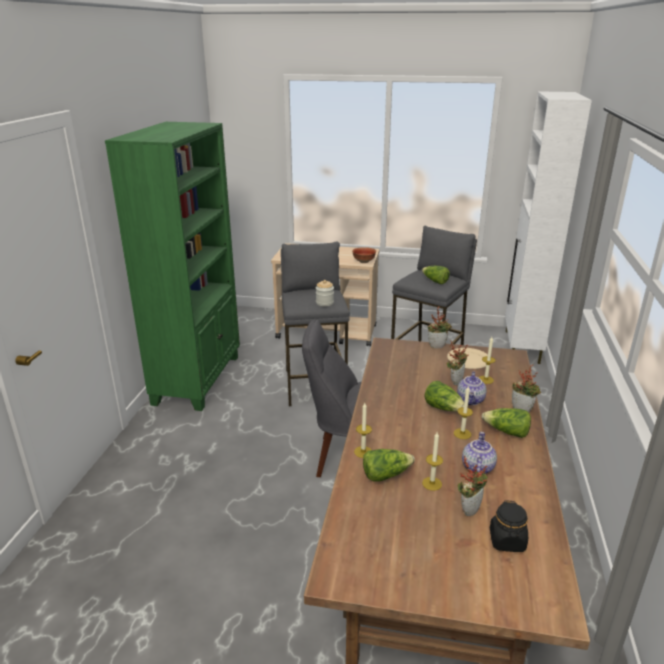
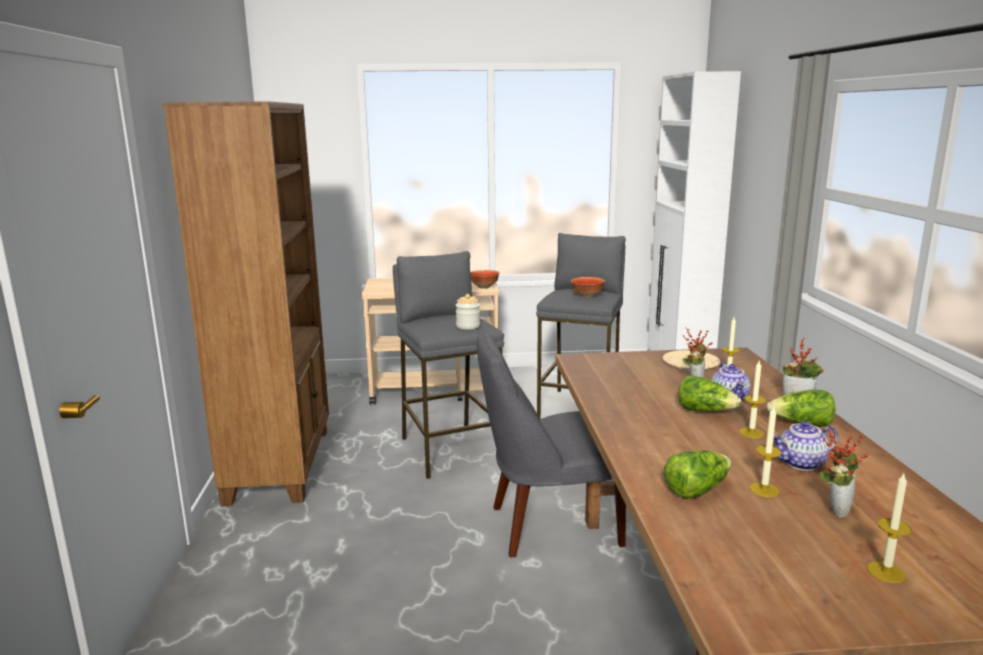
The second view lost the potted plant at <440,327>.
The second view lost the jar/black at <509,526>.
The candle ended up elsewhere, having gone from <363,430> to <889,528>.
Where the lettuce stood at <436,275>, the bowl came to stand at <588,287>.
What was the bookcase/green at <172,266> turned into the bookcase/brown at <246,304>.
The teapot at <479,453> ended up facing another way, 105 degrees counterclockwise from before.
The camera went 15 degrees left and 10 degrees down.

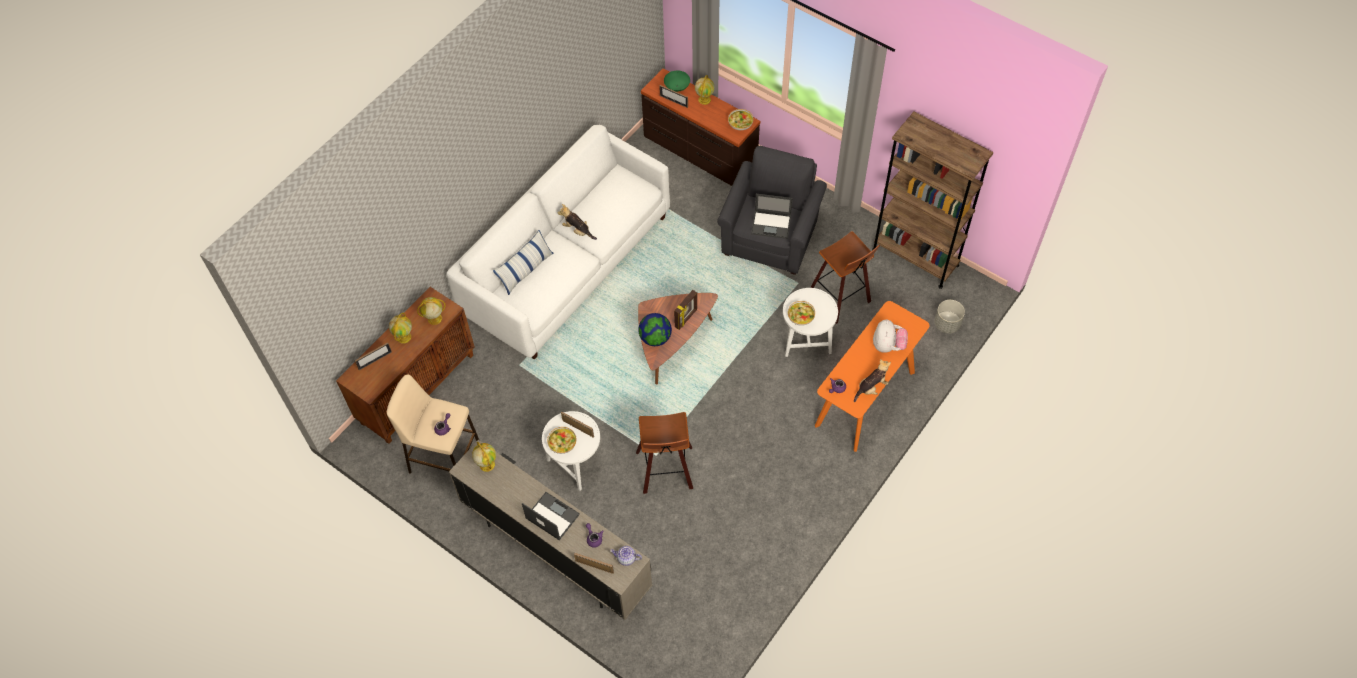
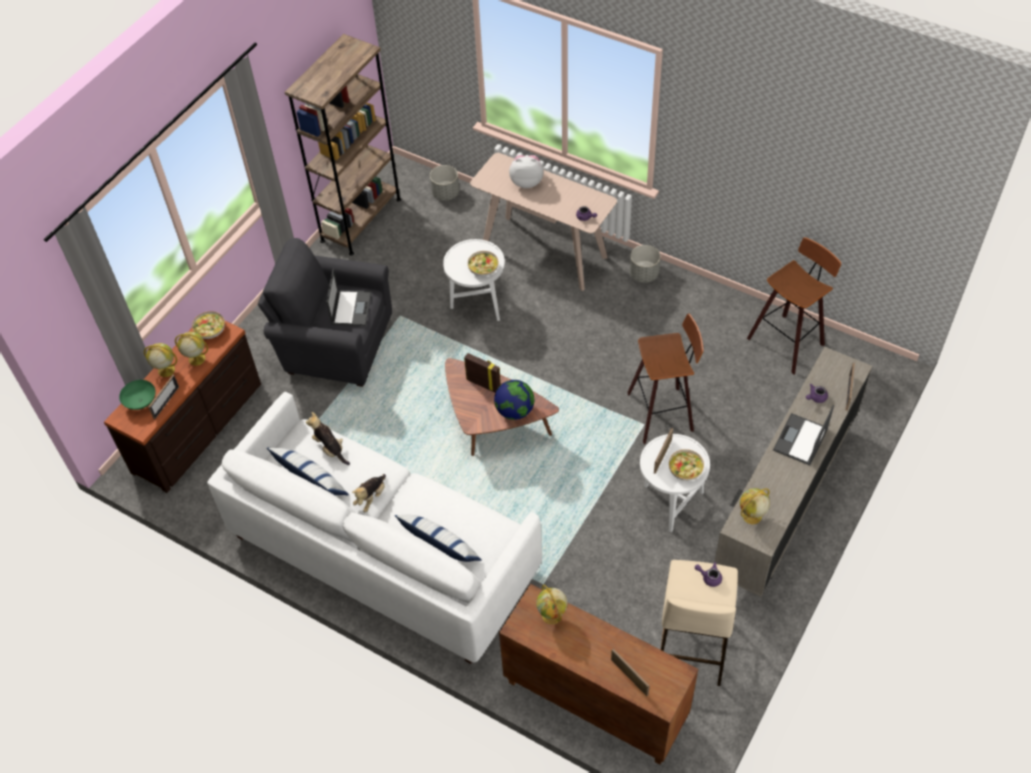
The second view lost the teapot at <626,556>.
The second view gained the pillow at <308,471>.
The second view gained the planter/grey at <645,264>.
The globe ended up elsewhere, having gone from <400,328> to <191,349>.
The stool ended up elsewhere, having gone from <845,277> to <794,305>.
The plush toy ended up elsewhere, having gone from <872,380> to <328,438>.
What was the console table/orange at <872,376> turned into the console table/beige at <543,222>.
The camera went 95 degrees left and 5 degrees down.

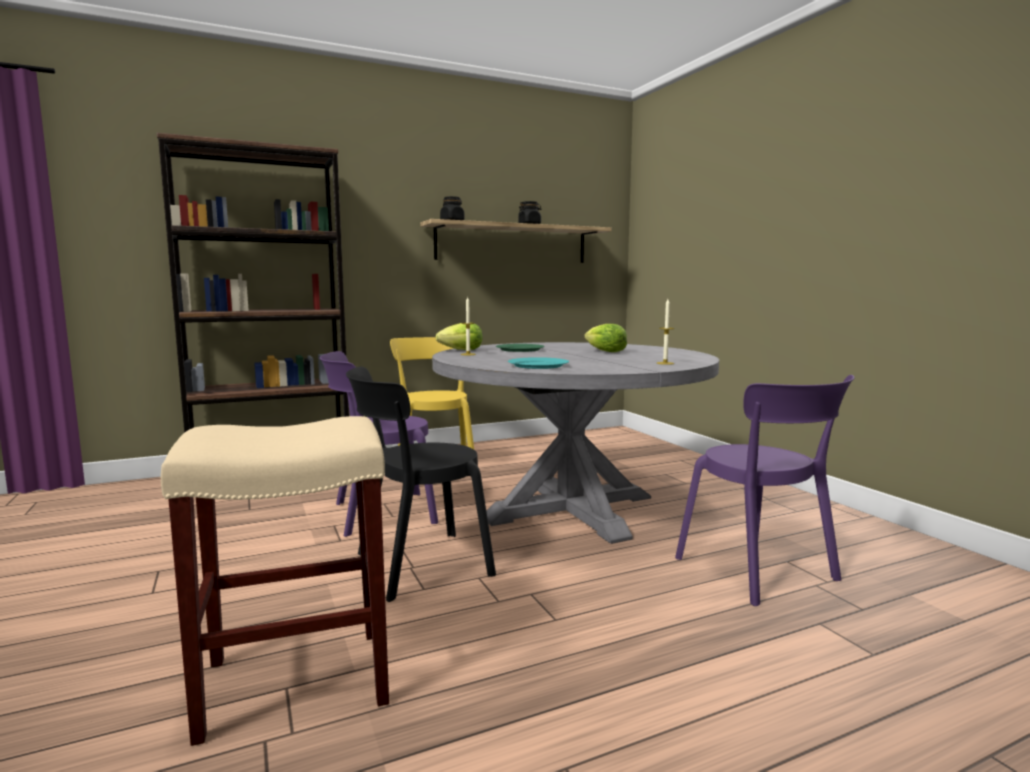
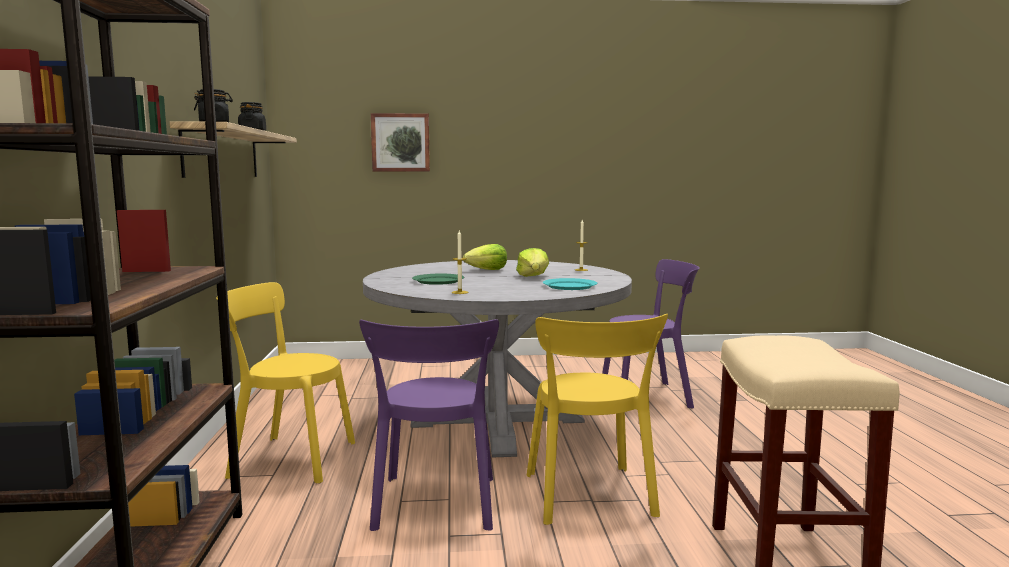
The second view gained the picture at <400,142>.
The lettuce ended up elsewhere, having gone from <459,336> to <532,262>.
What was the chair/black at <421,484> turned into the chair/yellow at <597,419>.
The camera went 70 degrees left and 0 degrees up.

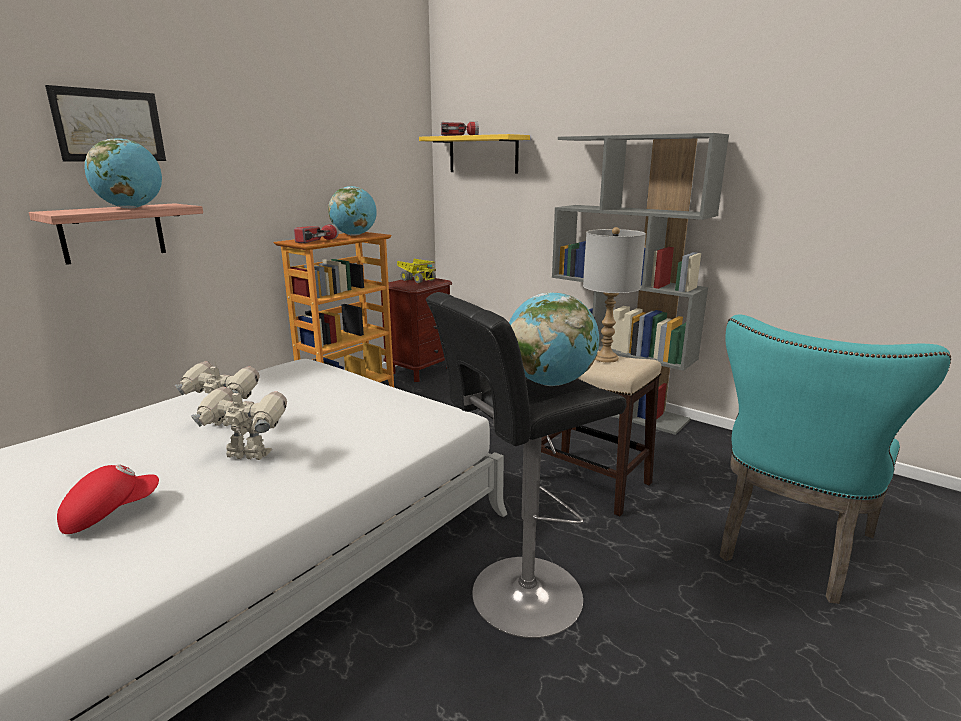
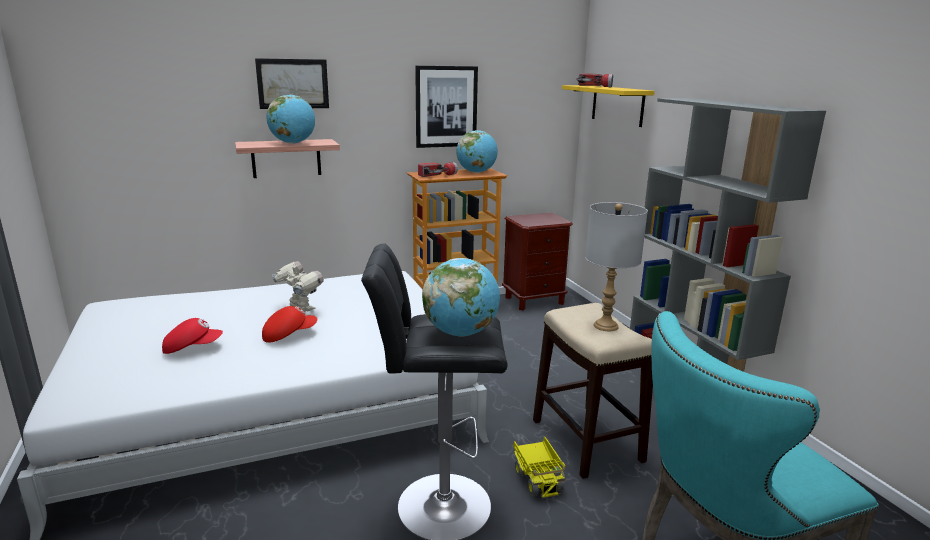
The second view gained the picture at <446,107>.
The toy truck ended up elsewhere, having gone from <416,271> to <539,467>.
Where the toy robot stood at <239,423>, the cap/red came to stand at <289,324>.
The camera went 30 degrees right and 0 degrees up.

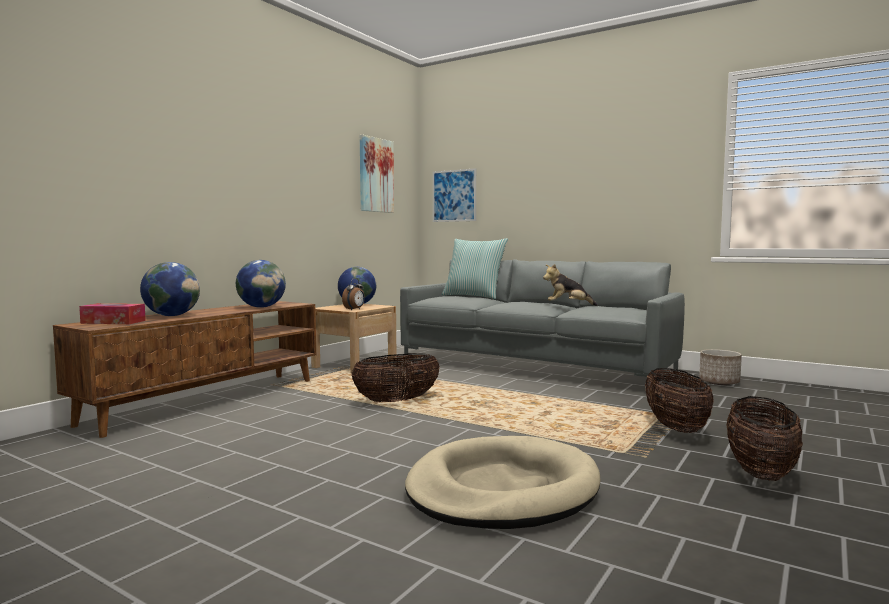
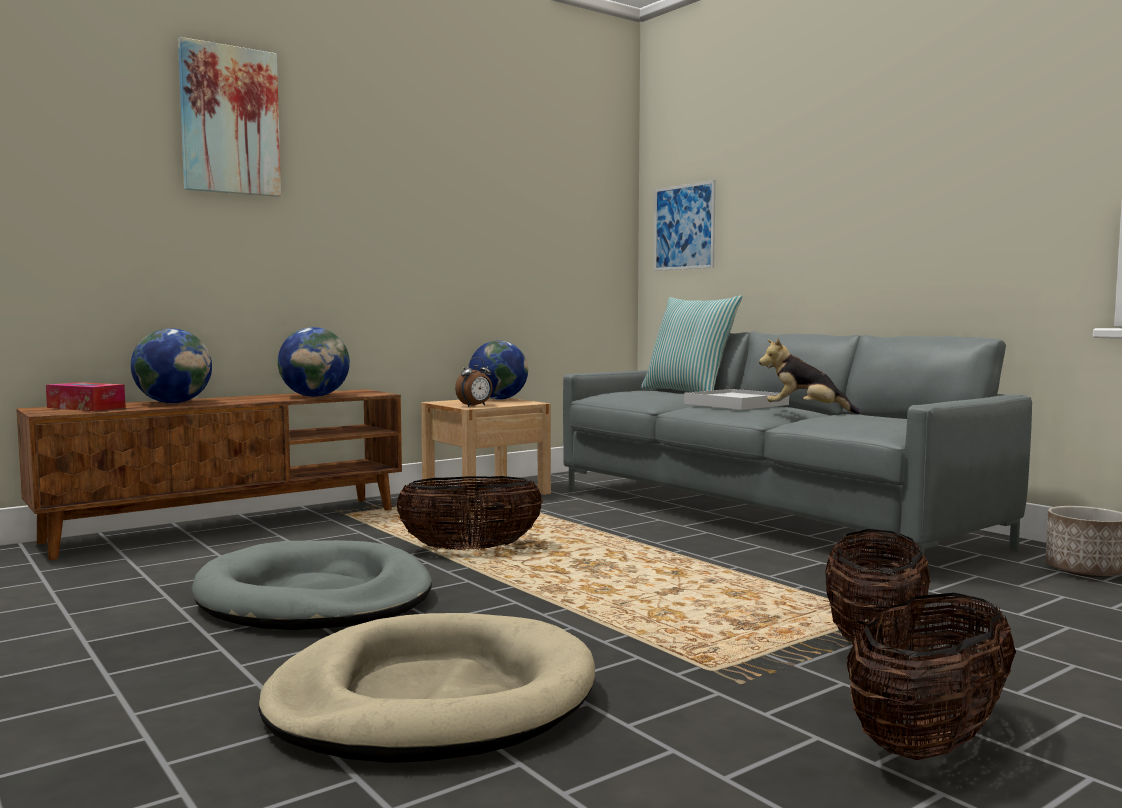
The second view gained the dog bed/grey at <312,585>.
The second view gained the tray/white at <736,399>.
The picture ended up elsewhere, having gone from <377,174> to <229,117>.
The camera went 20 degrees right and 0 degrees up.

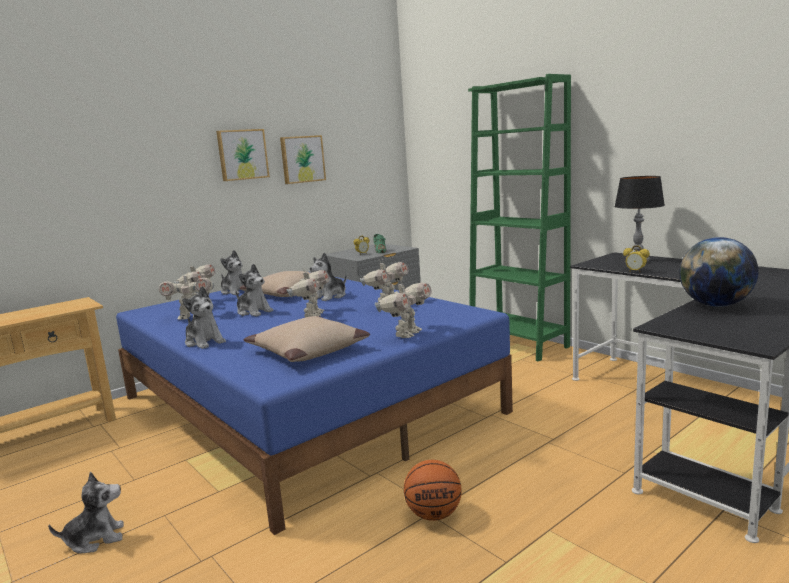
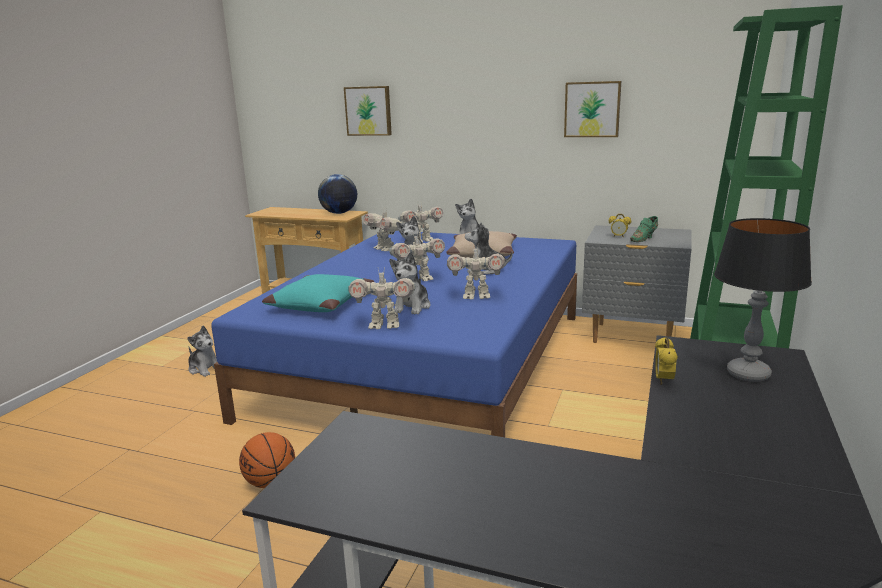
The plush toy ended up elsewhere, having gone from <204,318> to <410,283>.
The picture ended up elsewhere, having gone from <243,155> to <368,111>.
The globe ended up elsewhere, having gone from <719,272> to <337,194>.
What was the pillow/beige at <307,339> turned into the pillow/turquoise at <318,293>.
The camera went 60 degrees right and 5 degrees up.

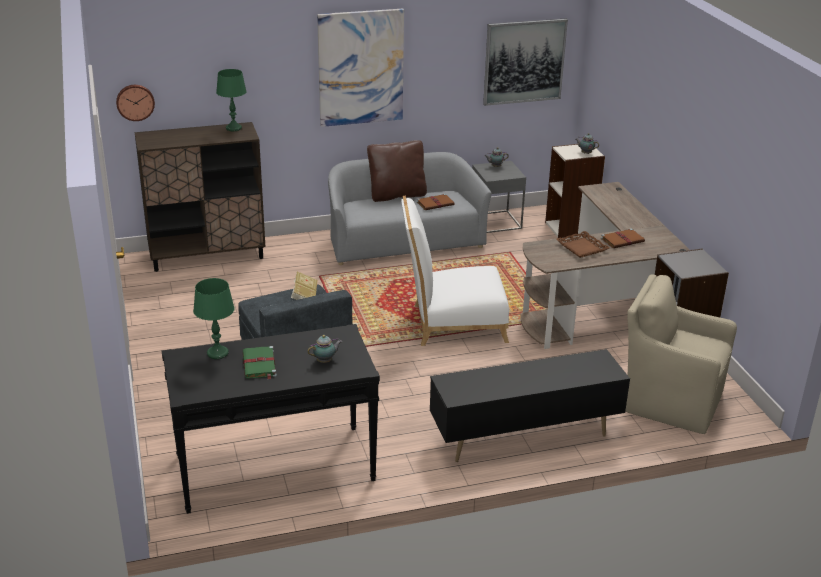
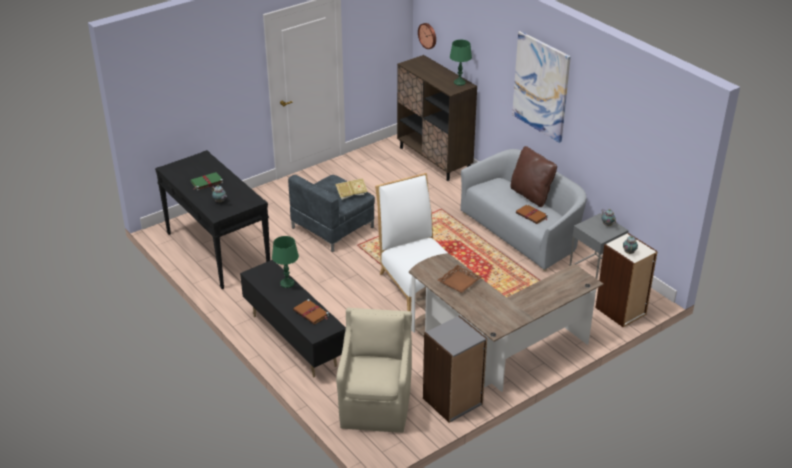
The second view lost the picture at <525,62>.
The table lamp/green ended up elsewhere, having gone from <214,318> to <285,262>.
The book/brown ended up elsewhere, having gone from <623,238> to <311,311>.
The camera went 70 degrees right and 5 degrees up.

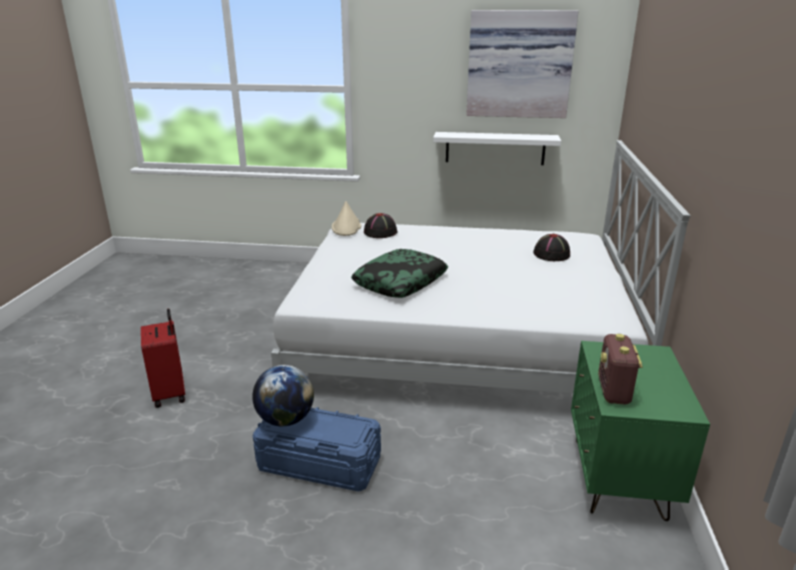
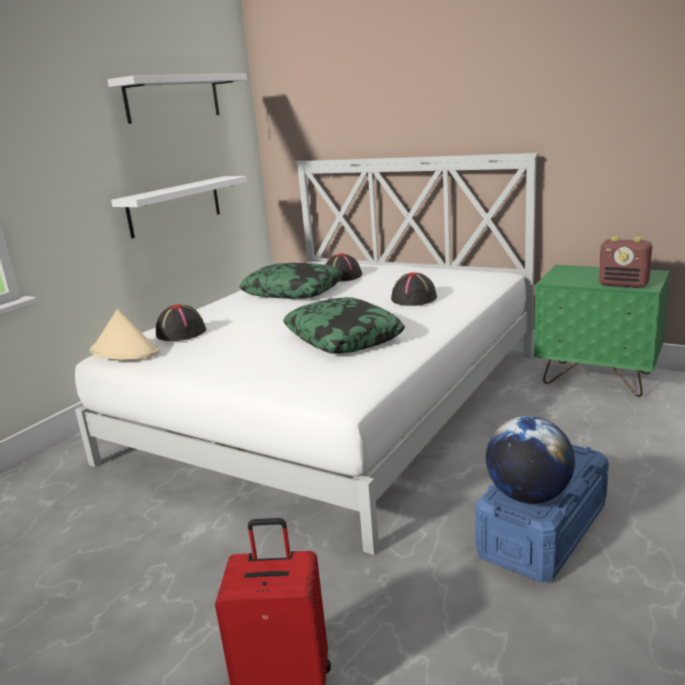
The second view gained the pillow at <291,281>.
The second view gained the hat/black at <414,289>.
Where the picture hung at <522,64>, the shelf/white came to hang at <177,98>.
The camera went 65 degrees left and 5 degrees down.

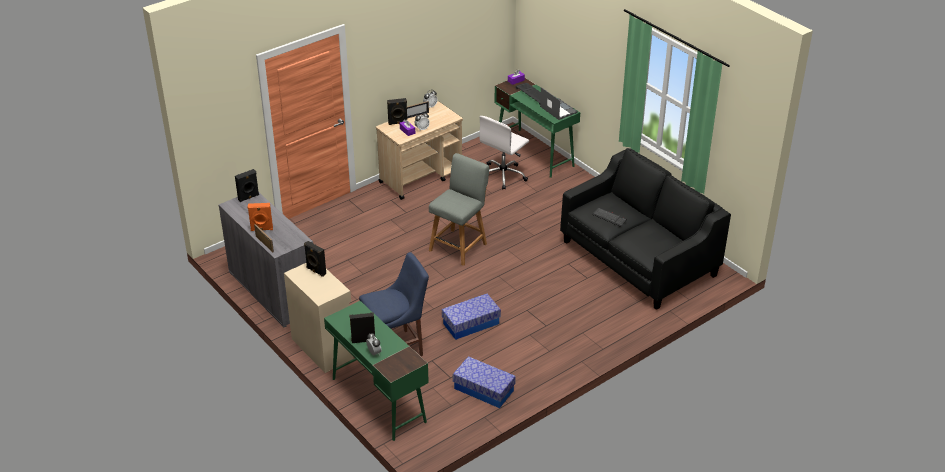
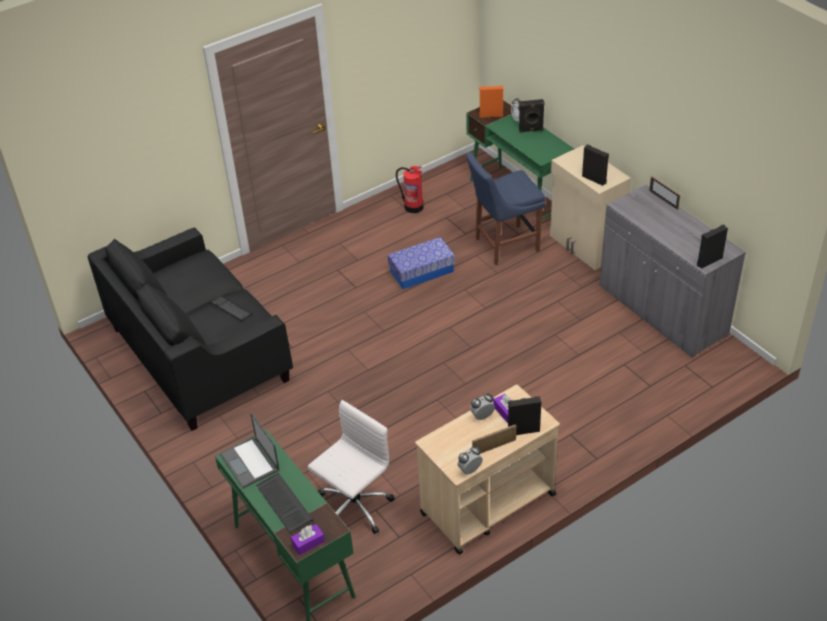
The second view lost the chair/grey at <459,209>.
The speaker/orange ended up elsewhere, having gone from <260,217> to <491,102>.
Where the storage box stood at <484,382>, the fire extinguisher came to stand at <410,189>.
The camera went 175 degrees left and 5 degrees up.

